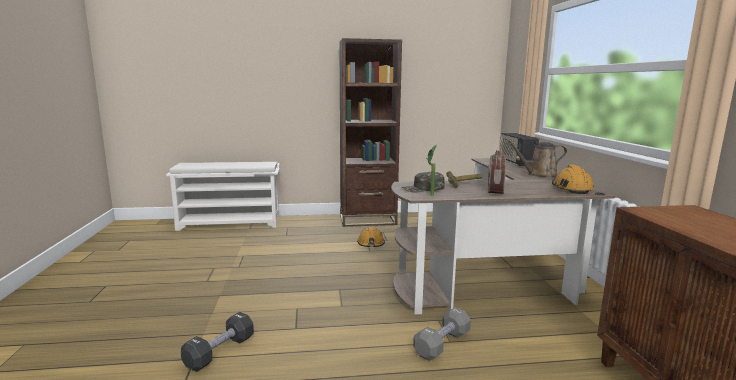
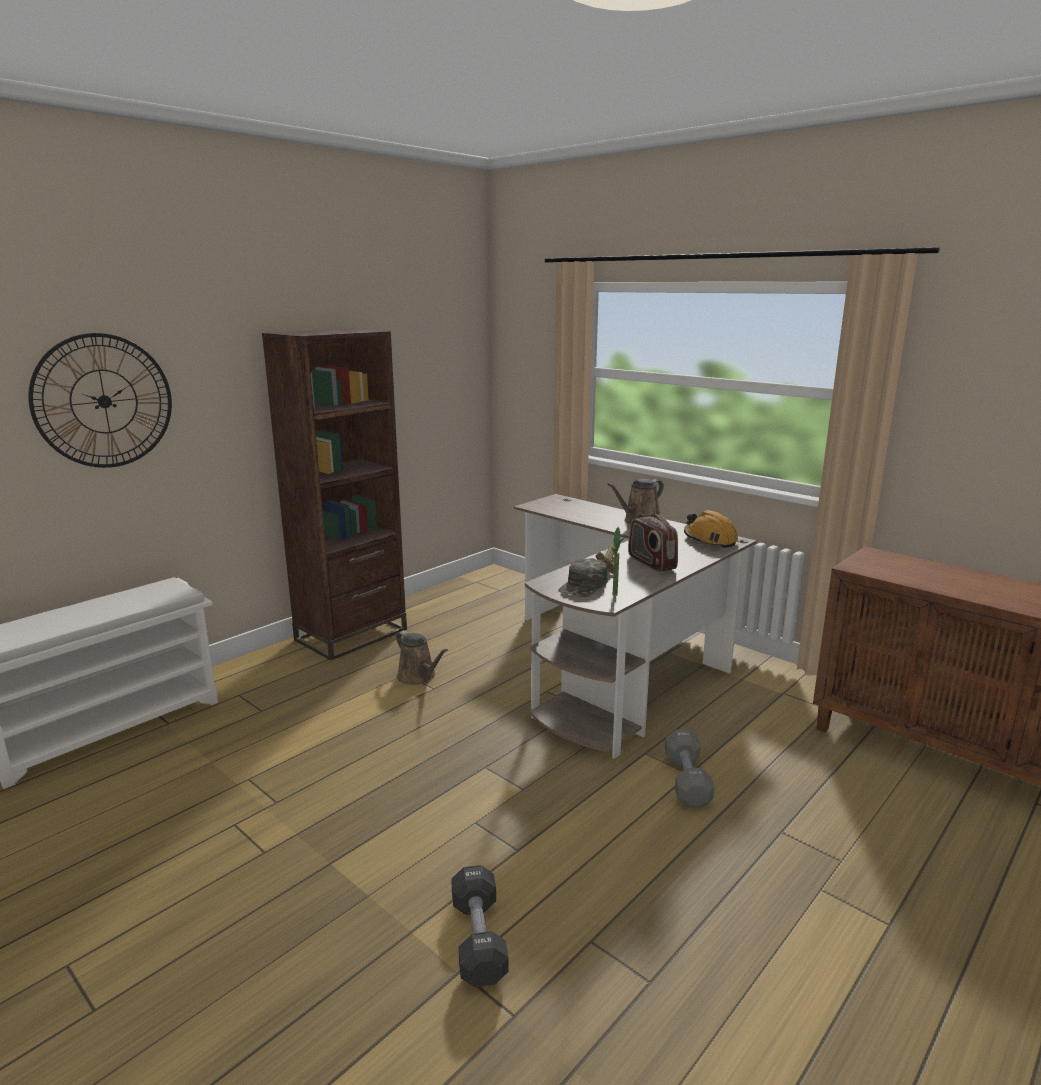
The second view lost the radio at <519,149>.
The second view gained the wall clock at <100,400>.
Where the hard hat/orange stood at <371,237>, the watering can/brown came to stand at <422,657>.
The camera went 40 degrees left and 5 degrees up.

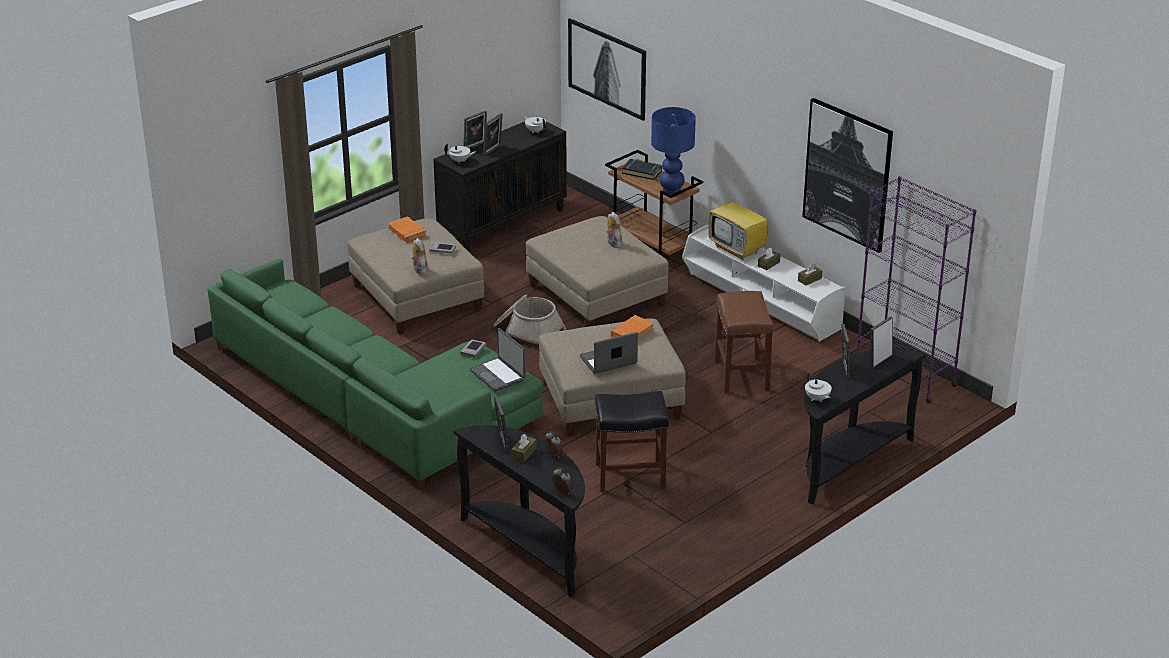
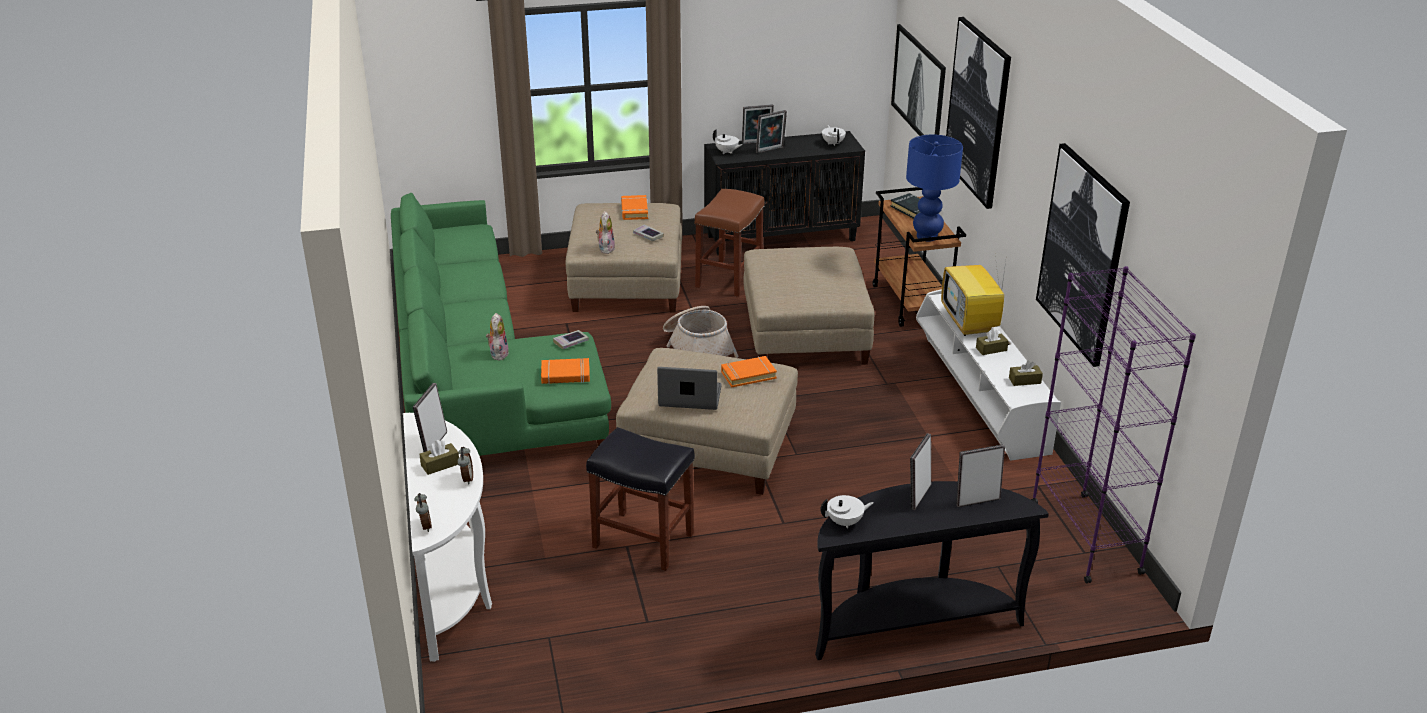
The second view gained the picture at <978,113>.
The plush toy ended up elsewhere, having gone from <614,230> to <497,336>.
The stool/brown ended up elsewhere, having gone from <744,342> to <730,243>.
Where the laptop stood at <497,360>, the book/orange came to stand at <565,371>.
What was the console table/black at <519,511> turned into the console table/white at <447,537>.
The teapot/white at <818,387> ended up facing another way, 105 degrees counterclockwise from before.
The camera went 30 degrees right and 0 degrees up.

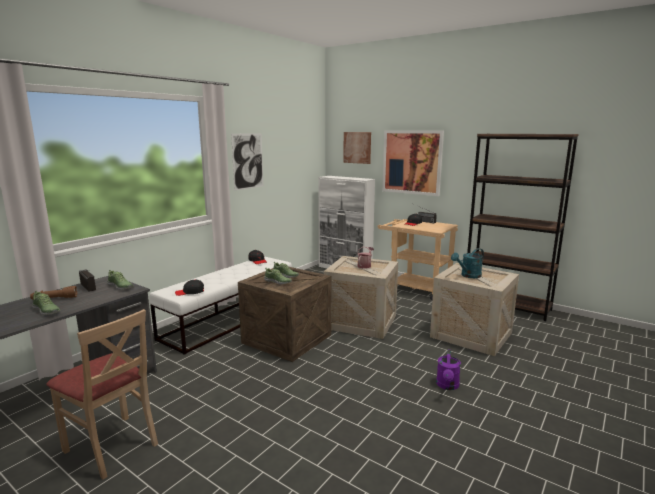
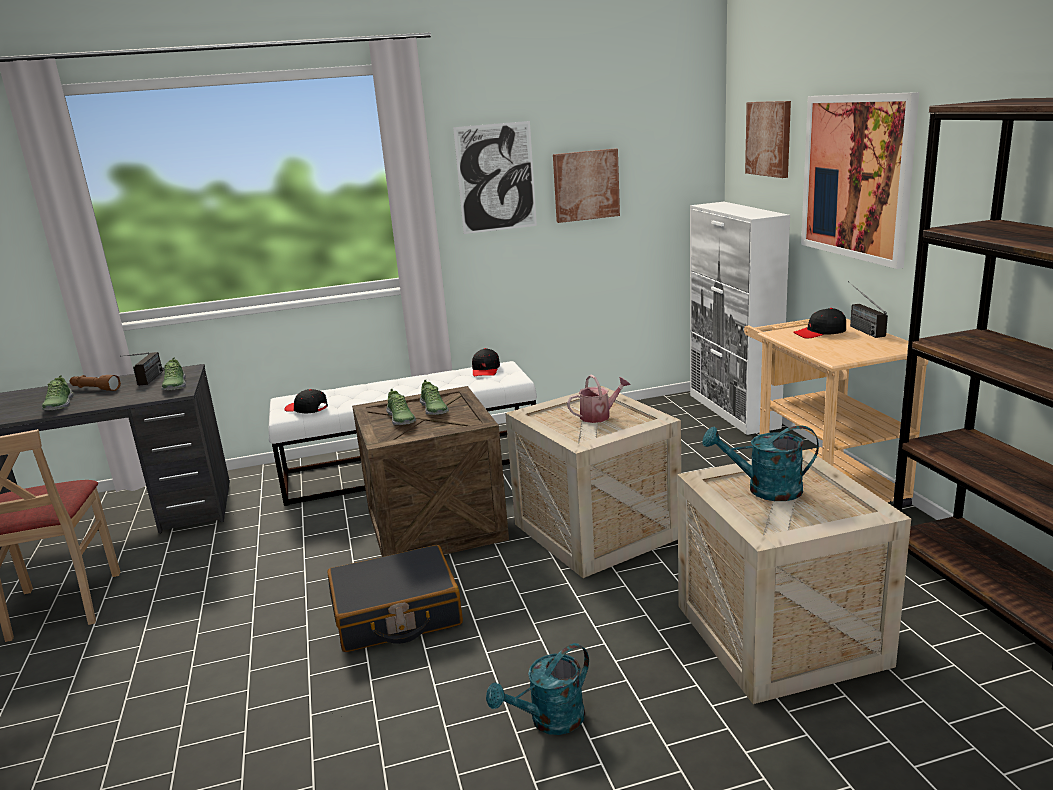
The second view gained the suitcase/black at <395,598>.
The second view gained the picture at <586,185>.
What was the watering can/purple at <448,369> turned into the watering can/turquoise at <537,689>.
The camera went 40 degrees right and 5 degrees up.

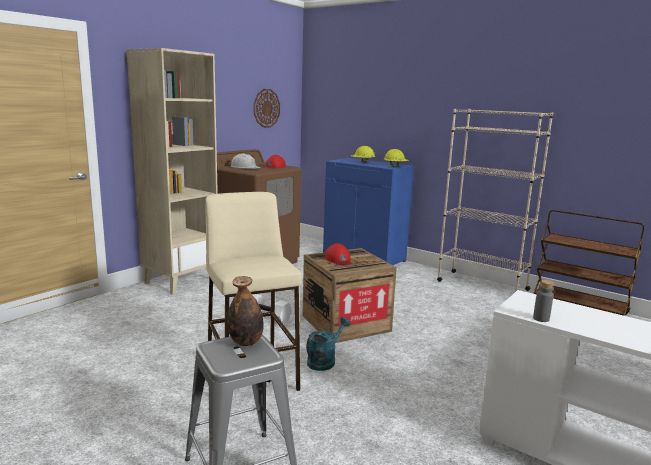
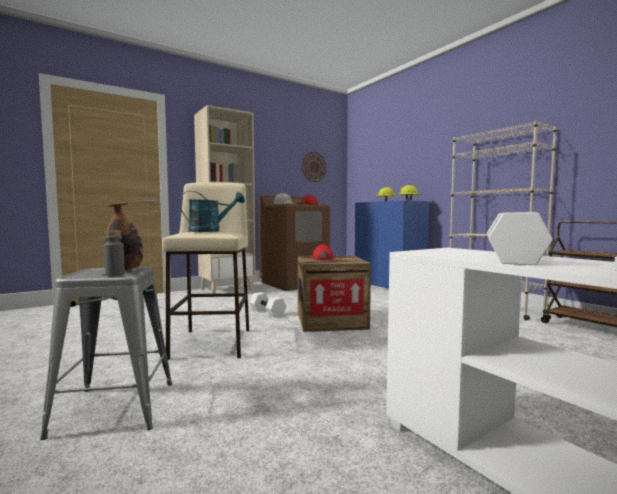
The second view gained the dumbbell/white at <520,238>.
The watering can/turquoise ended up elsewhere, having gone from <328,344> to <212,211>.
The bottle/grey ended up elsewhere, having gone from <543,301> to <114,254>.
The camera went 20 degrees right and 10 degrees down.

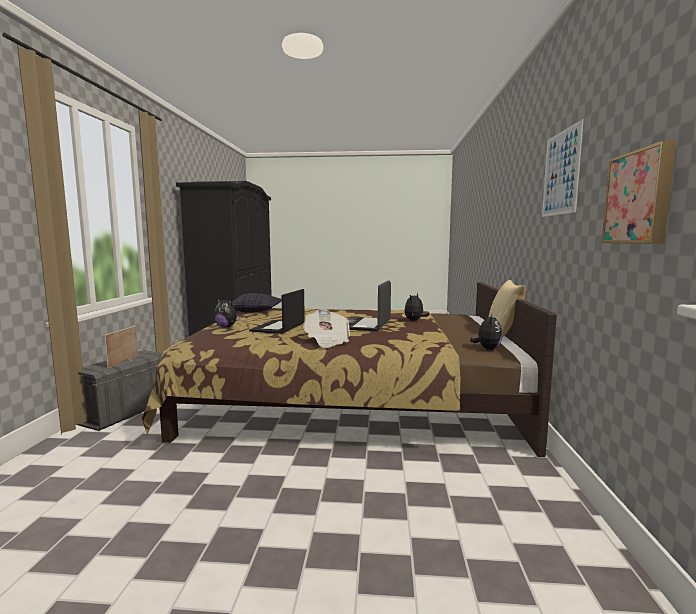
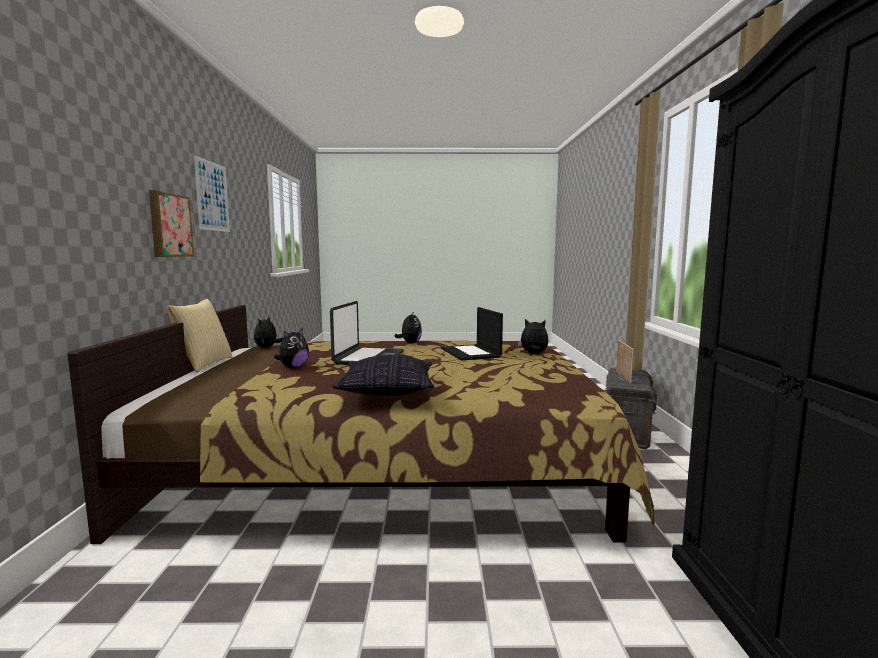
The pillow ended up elsewhere, having gone from <257,303> to <383,375>.
The picture ended up elsewhere, having gone from <638,192> to <171,223>.
Where the newspaper stood at <326,328>, the plush toy came to stand at <408,327>.
The laptop at <277,311> ended up facing another way, 150 degrees clockwise from before.
The camera went 175 degrees right and 0 degrees up.

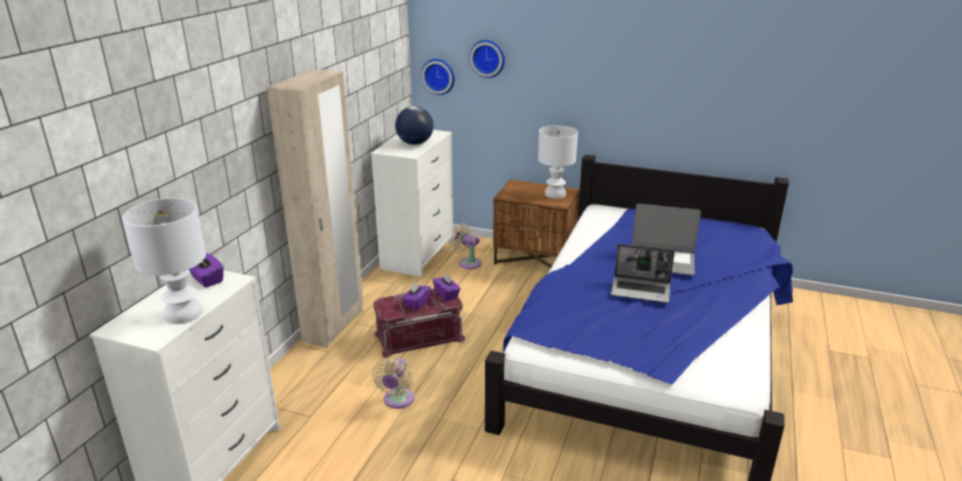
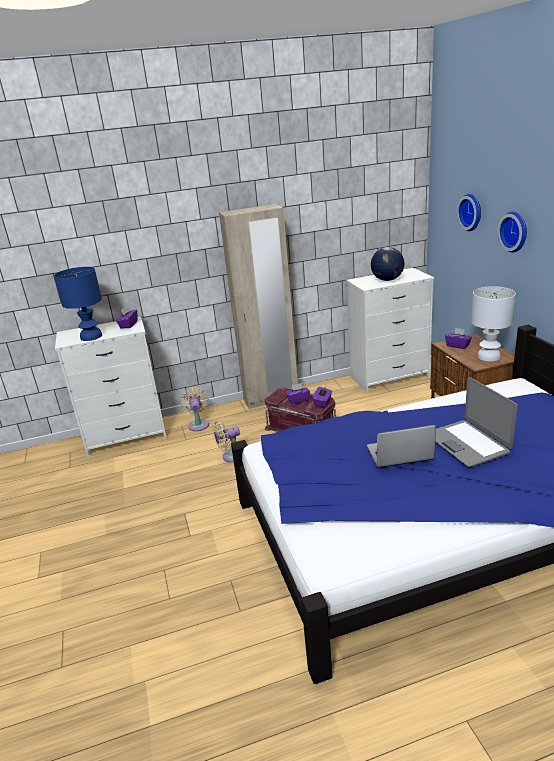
The second view gained the tissue box/purple at <458,338>.
The wall clock ended up elsewhere, having gone from <438,77> to <512,232>.
The fan/beige ended up elsewhere, having gone from <466,246> to <195,409>.
What was the table lamp/white at <164,261> turned into the table lamp/blue at <78,304>.
The laptop at <643,273> ended up facing another way, 105 degrees clockwise from before.
The camera went 55 degrees right and 0 degrees up.

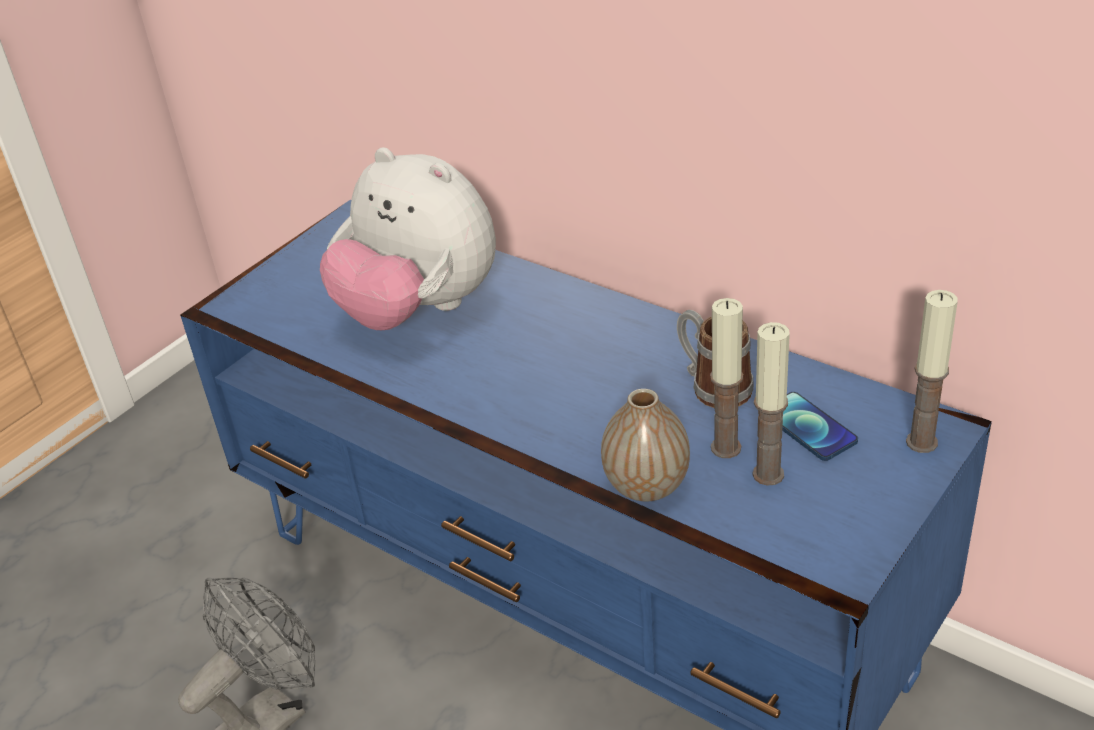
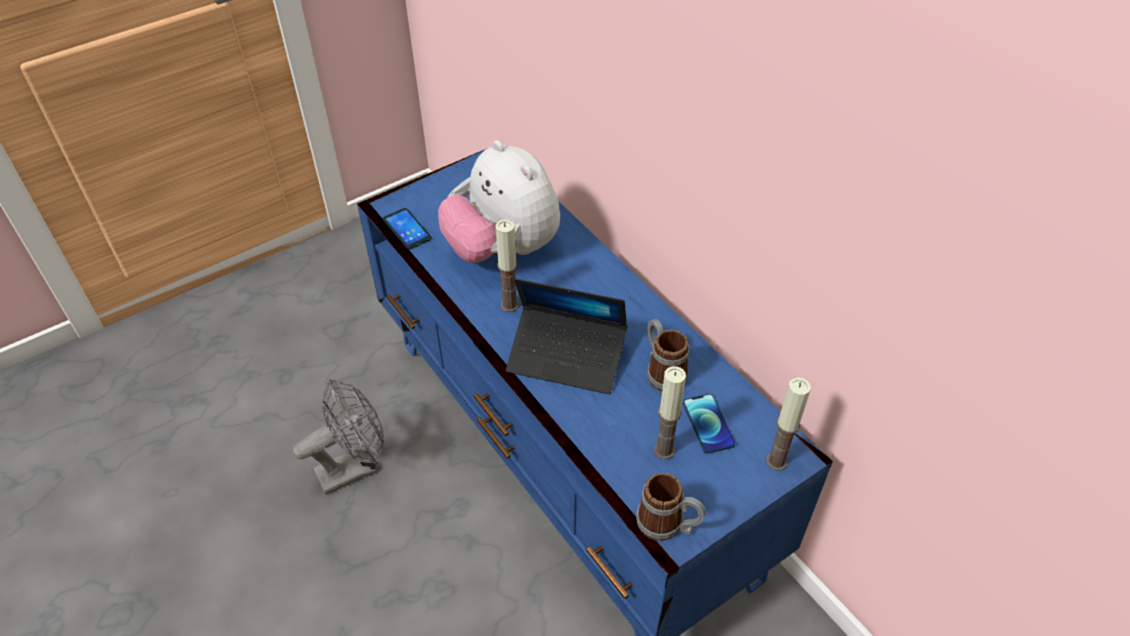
The second view lost the vase at <645,445>.
The second view gained the phone at <407,228>.
The second view gained the laptop at <566,336>.
The second view gained the mug at <671,507>.
The candle ended up elsewhere, having gone from <726,378> to <507,266>.
The camera went 15 degrees right and 10 degrees up.

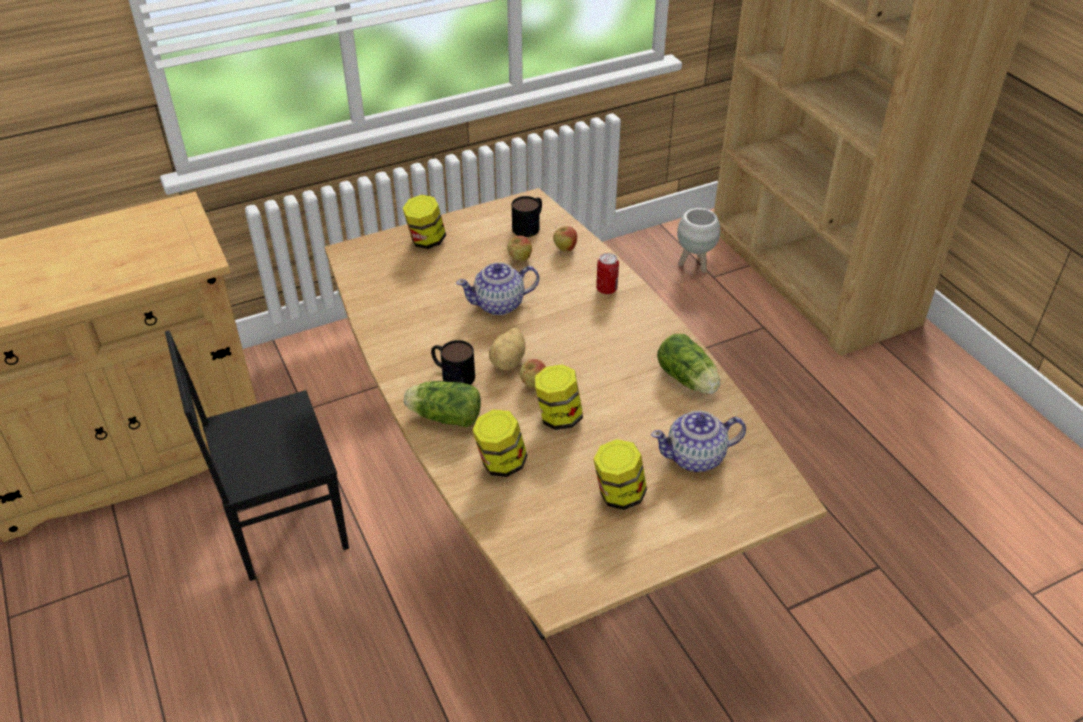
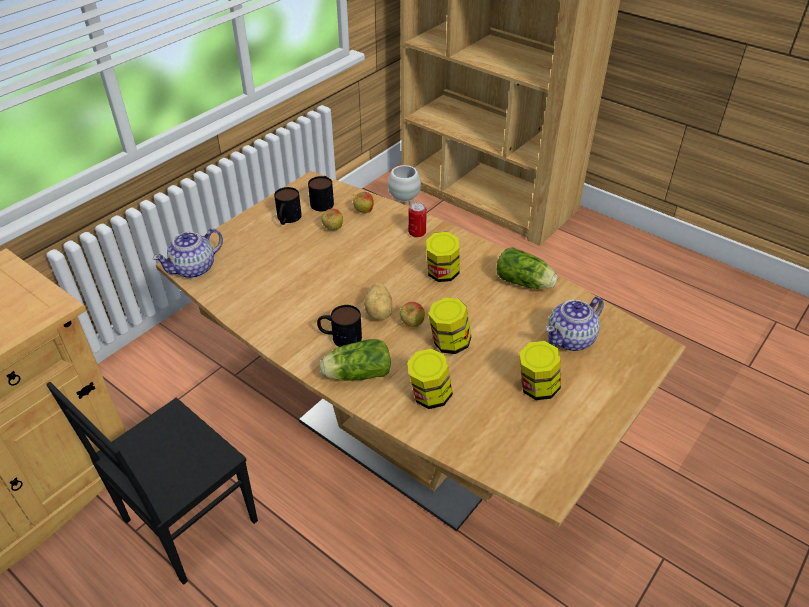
The second view gained the mug at <288,206>.
The jar ended up elsewhere, having gone from <424,222> to <443,257>.
The teapot ended up elsewhere, having gone from <497,288> to <188,253>.
The camera went 25 degrees left and 0 degrees up.

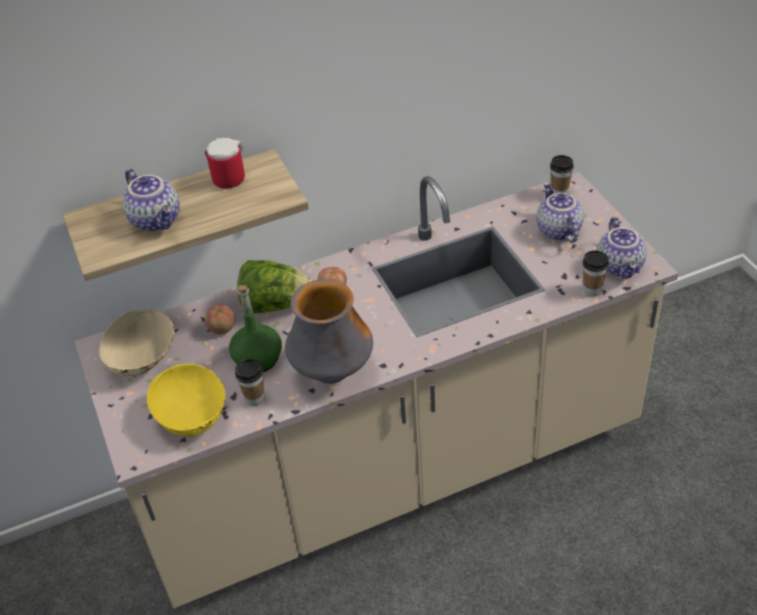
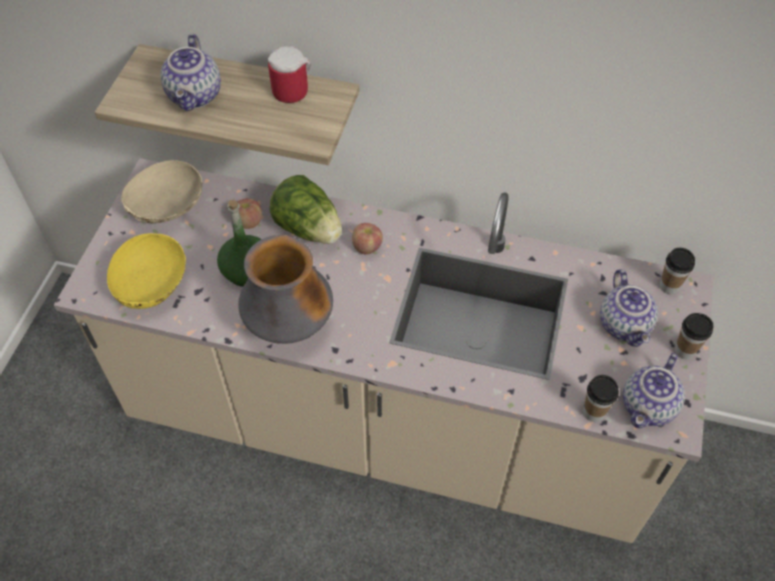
The cup ended up elsewhere, having gone from <250,383> to <694,336>.
The teapot at <560,212> ended up facing another way, 150 degrees clockwise from before.
The camera went 35 degrees right and 10 degrees up.

